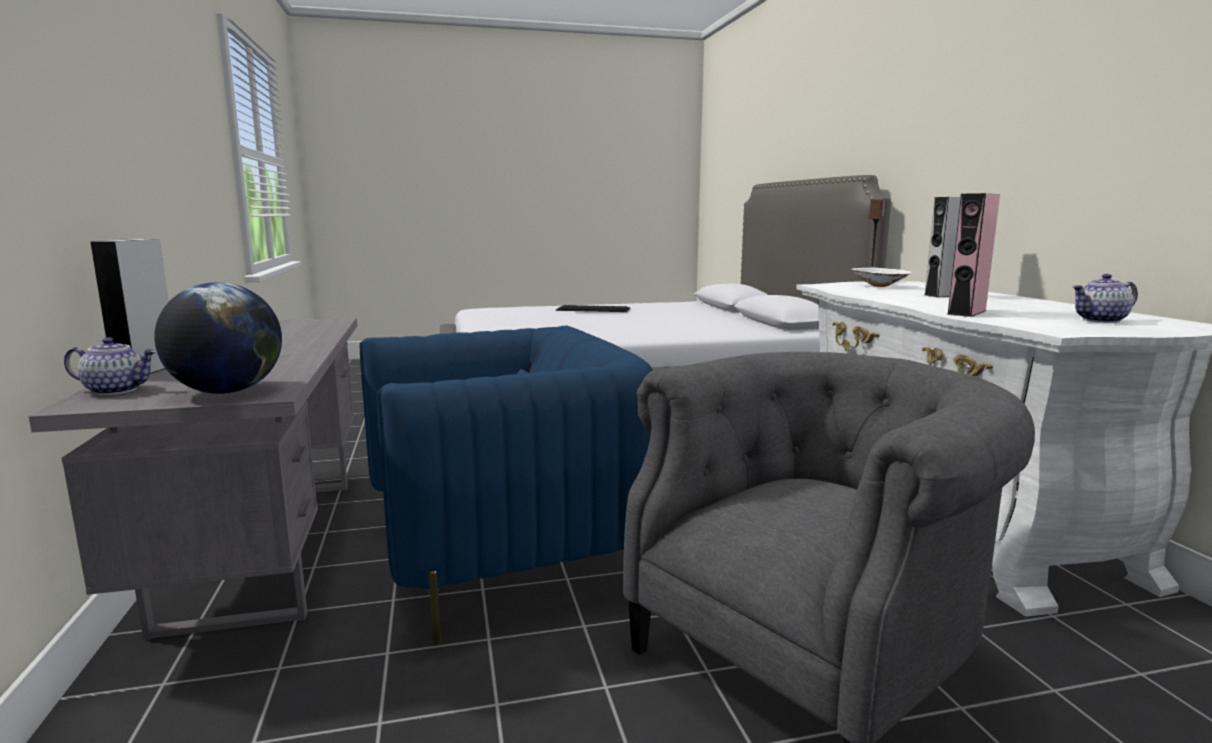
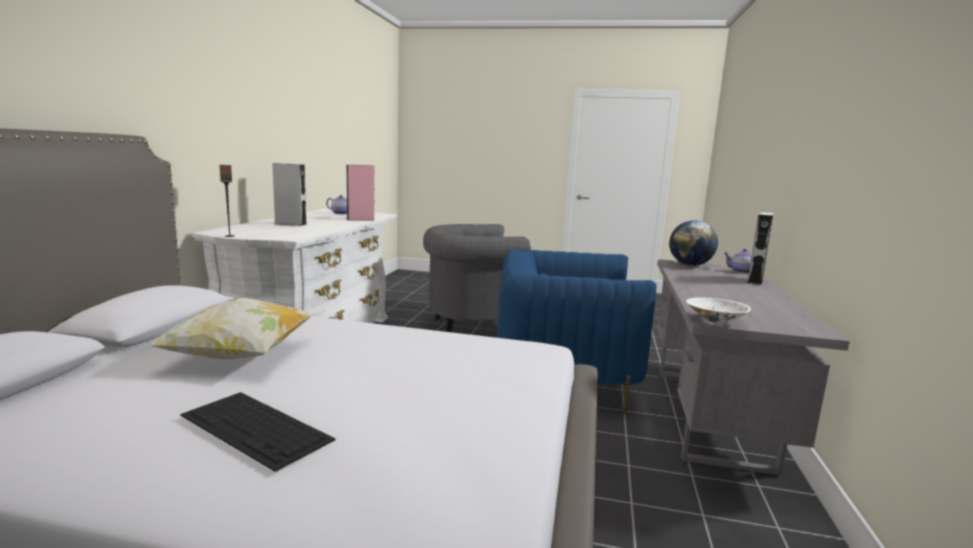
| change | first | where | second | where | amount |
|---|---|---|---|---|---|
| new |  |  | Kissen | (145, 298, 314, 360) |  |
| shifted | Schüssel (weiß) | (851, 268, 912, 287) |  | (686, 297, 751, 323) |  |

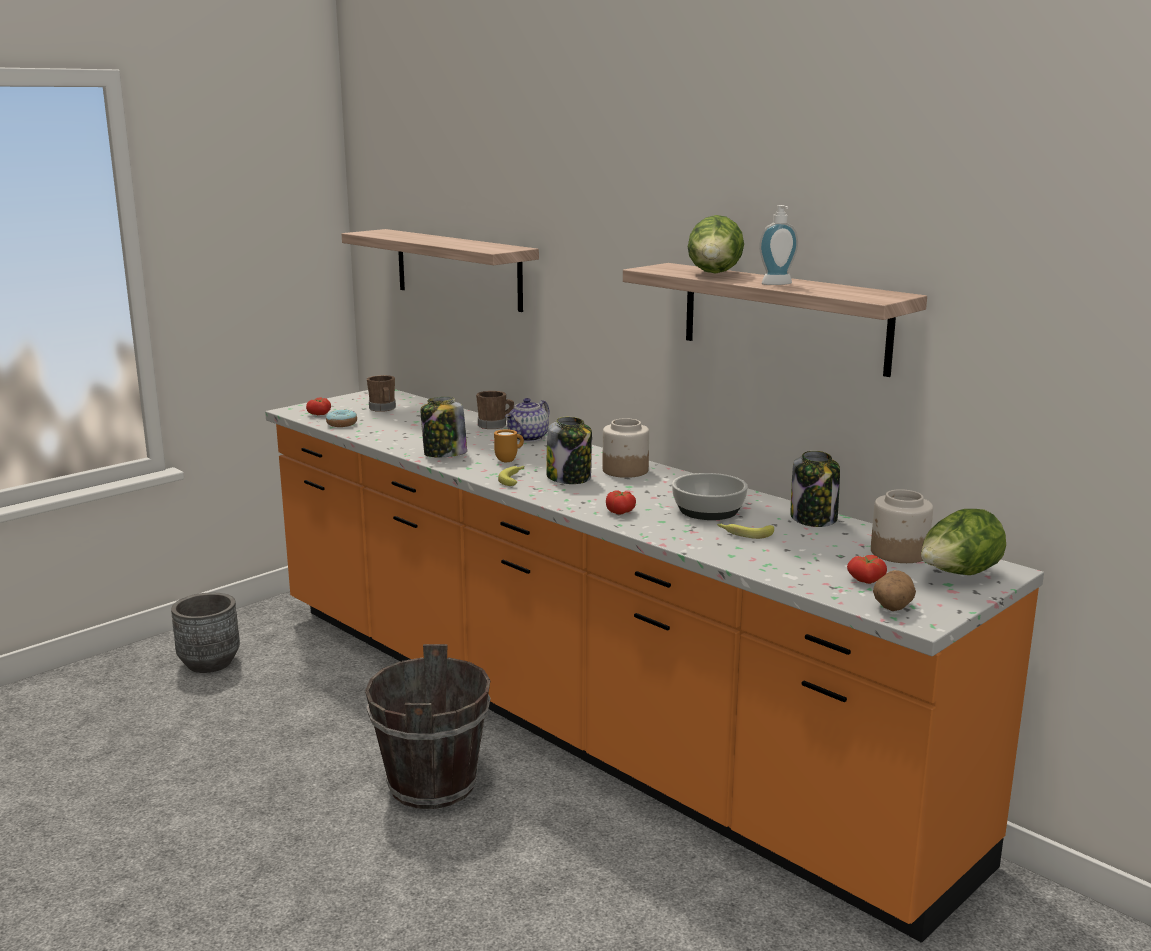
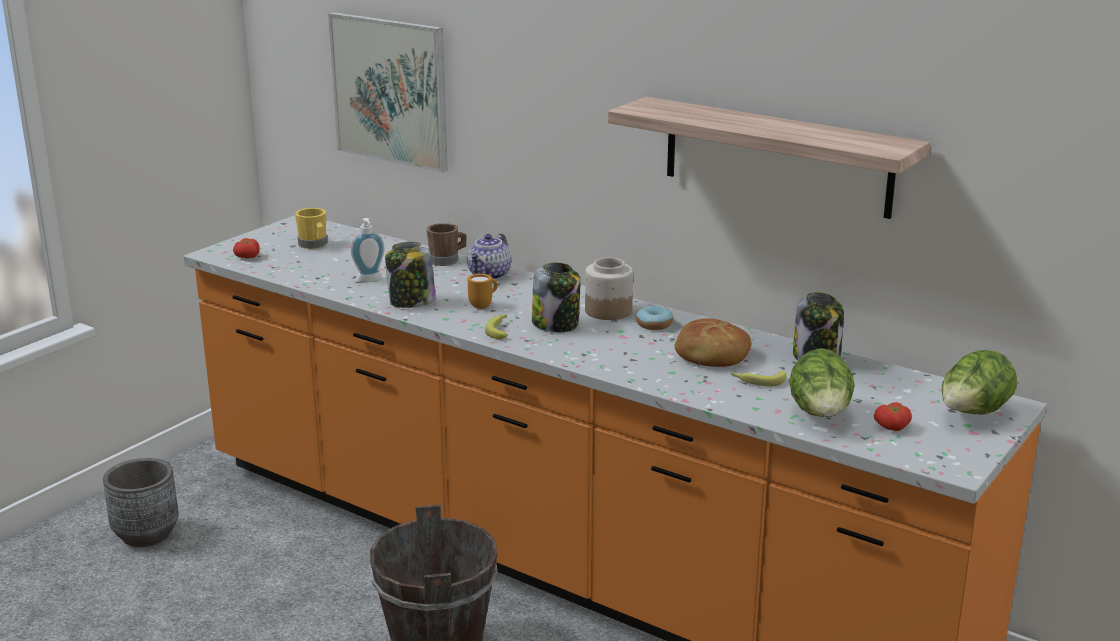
| change | first | where | second | where | amount |
|---|---|---|---|---|---|
| repainted | Henkelbecher (braun) | (367, 375, 396, 412) | Henkelbecher (gelb) | (295, 208, 328, 249) |  |
| swapped | Wandregal | (342, 229, 539, 312) | Bild | (328, 12, 448, 173) |  |
| shifted | Seifenspender | (759, 205, 798, 285) |  | (351, 218, 384, 283) |  |
| shifted | Donut | (326, 409, 357, 427) |  | (636, 306, 673, 330) |  |
| swapped | Schüssel | (672, 473, 748, 520) | Brot | (674, 318, 752, 367) |  |
| shifted | Salatkopf | (688, 215, 744, 274) |  | (789, 348, 855, 417) |  |
| gone | Tomate | (606, 490, 636, 515) |  |  |  |
| gone | Vorratsglas | (871, 489, 933, 563) |  |  |  |
| gone | Kartoffel | (873, 570, 916, 611) |  |  |  |

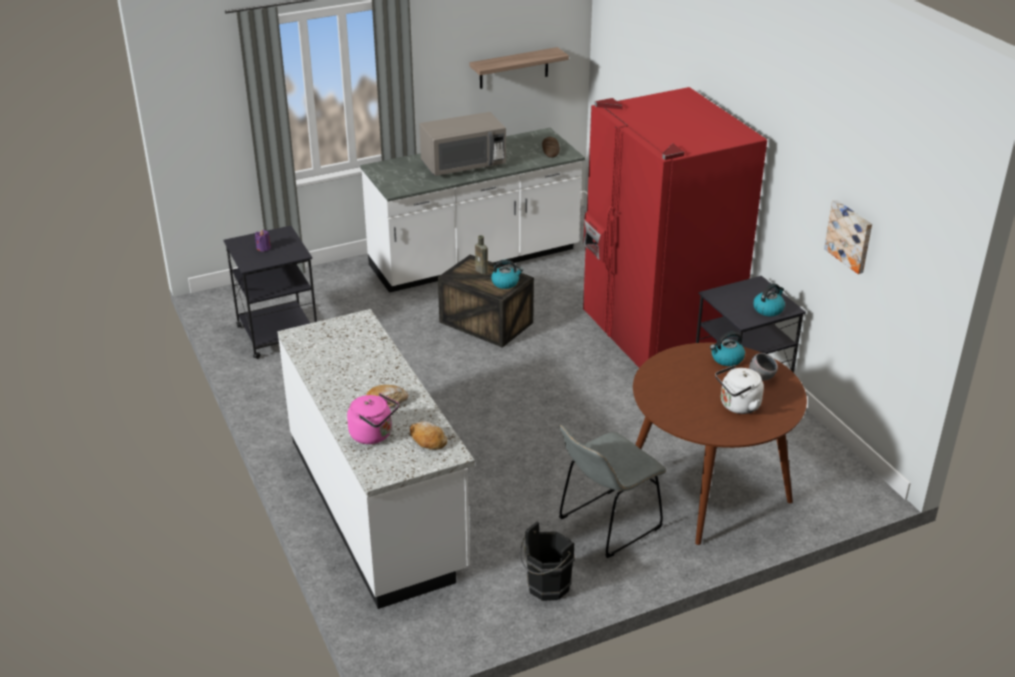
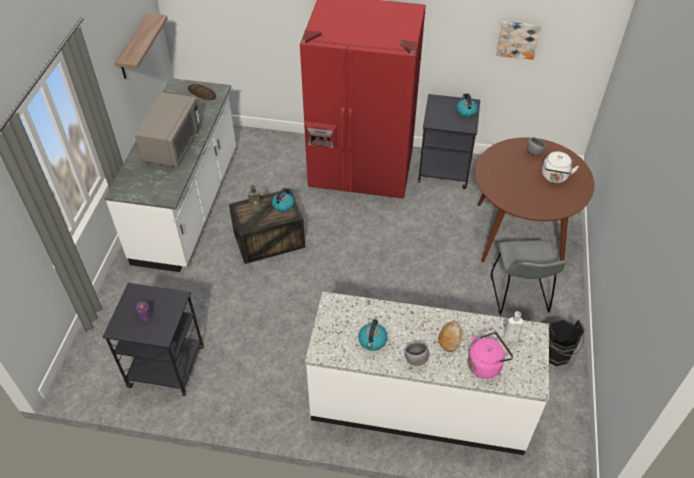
| change | first | where | second | where | amount |
|---|---|---|---|---|---|
| shifted | Wasserkessel | (710, 332, 745, 366) |  | (358, 319, 388, 351) |  |
| new |  |  | Schüssel (grau) | (405, 342, 429, 366) |  |
| swapped | Brot | (410, 421, 447, 450) | Flasche (weiß) | (504, 311, 524, 342) |  |

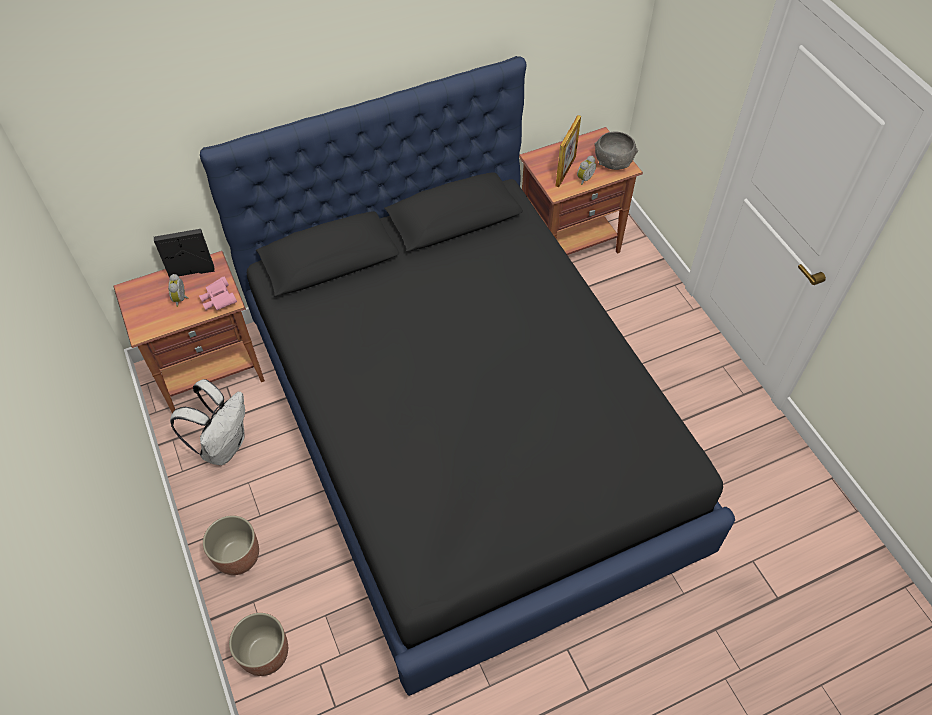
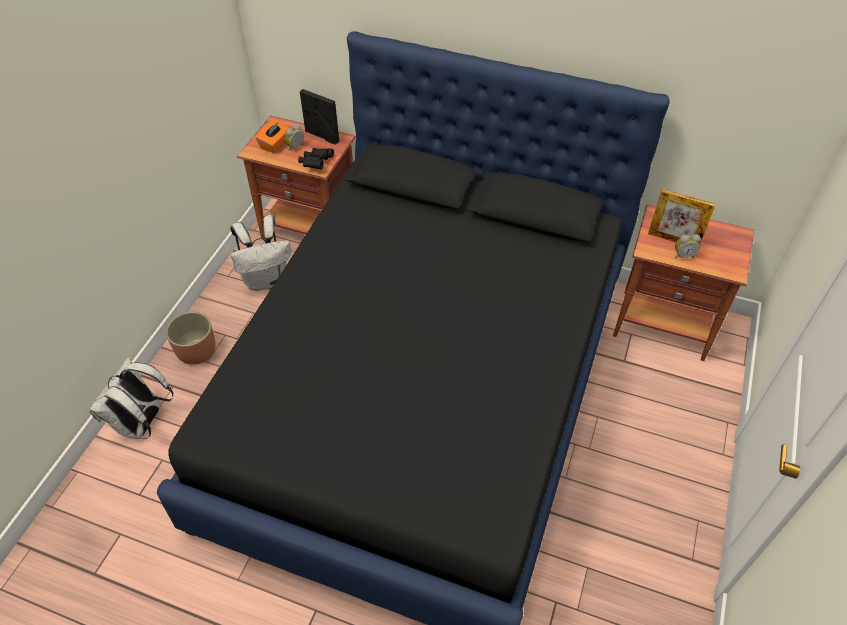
| change | first | where | second | where | amount |
|---|---|---|---|---|---|
| swapped | Pflanzkübel | (229, 613, 288, 676) | Rucksack (weiß) | (89, 357, 173, 439) |  |
| new |  |  | Taschentuchbox (orange) | (255, 119, 290, 153) |  |
| repainted | Fernglas (rosa) | (199, 276, 237, 311) | Fernglas (schwarz) | (298, 148, 334, 169) |  |
| rotated | Bilderrahmen | (556, 115, 581, 187) |  | (648, 189, 716, 245) | 45 degrees clockwise |
| gone | Schüssel (grau) | (594, 131, 638, 170) |  |  |  |

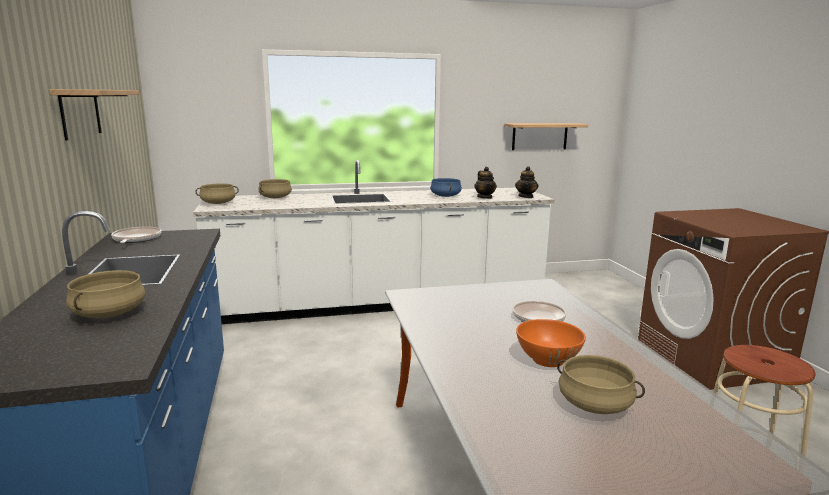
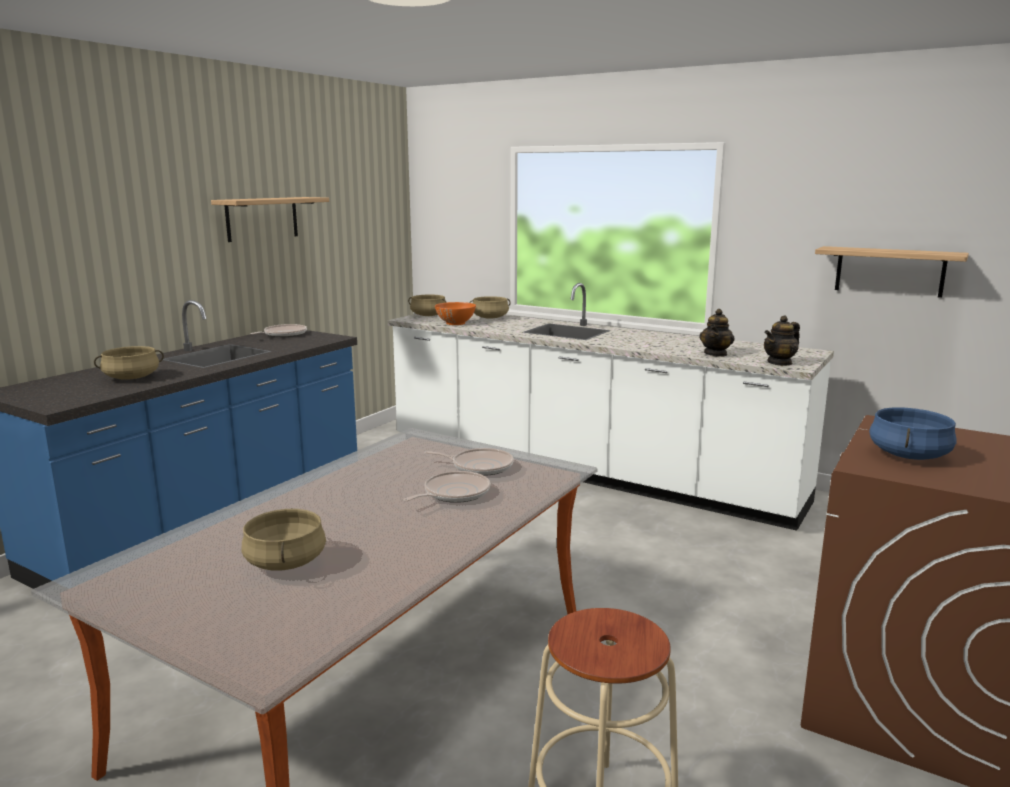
| change | first | where | second | where | amount |
|---|---|---|---|---|---|
| new |  |  | Pfanne | (424, 448, 514, 476) |  |
| shifted | Schüssel (orange) | (516, 319, 586, 367) |  | (435, 302, 476, 325) |  |
| shifted | Kochtopf (blau) | (430, 178, 462, 197) |  | (869, 407, 957, 460) |  |

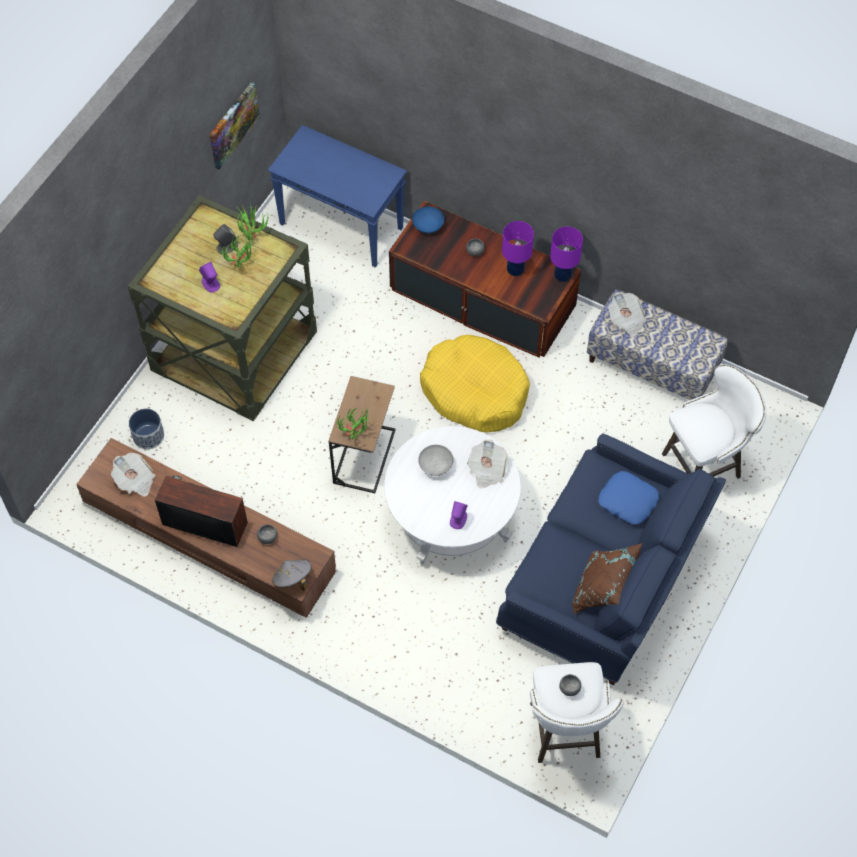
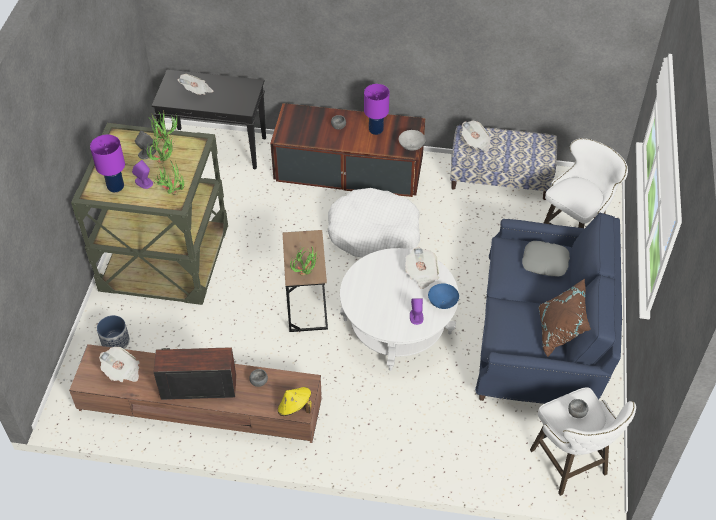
| change | first | where | second | where | amount |
|---|---|---|---|---|---|
| shifted | Tischlampe (lila) | (550, 227, 583, 282) |  | (90, 135, 125, 193) |  |
| repainted | Konsolentisch (blau) | (268, 125, 407, 268) | Konsolentisch (schwarz) | (152, 70, 266, 169) |  |
| new |  |  | Topfpflanze | (152, 160, 185, 195) |  |
| new |  |  | Zeitung | (177, 74, 214, 95) |  |
| repainted | Hut (grau) | (272, 559, 312, 591) | Hut (gelb) | (278, 387, 312, 416) |  |
| repainted | Hundebett (gelb) | (420, 335, 530, 432) | Hundebett (weiß) | (327, 188, 420, 258) |  |
| shifted | Schüssel (grau) | (418, 445, 454, 476) |  | (399, 130, 426, 151) |  |
| shifted | Schüssel (blau) | (412, 206, 444, 233) |  | (428, 283, 459, 309) |  |
| repainted | Kissen (blau) | (598, 471, 659, 524) | Kissen (grau) | (522, 241, 570, 277) |  |
| gone | Bild | (210, 82, 260, 169) |  |  |  |

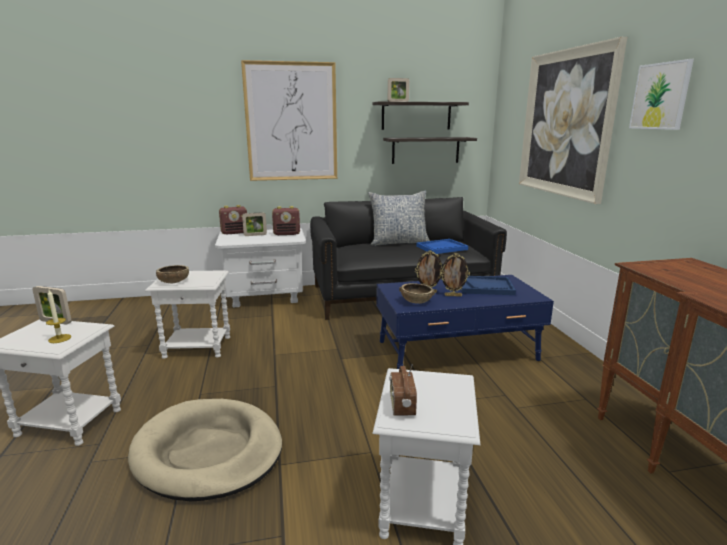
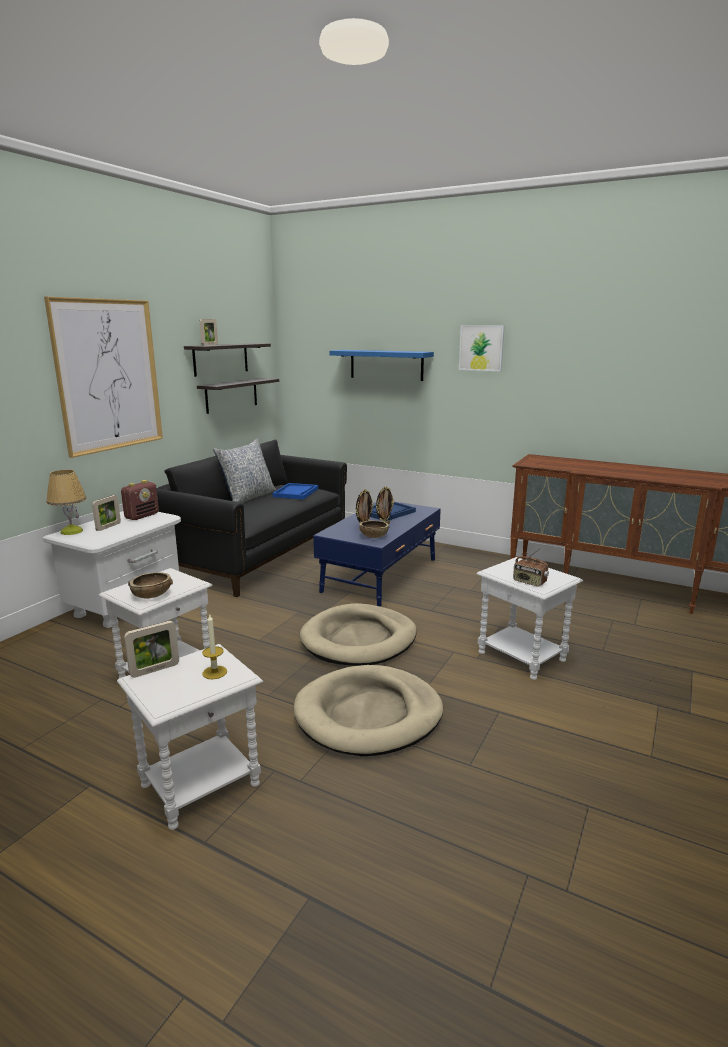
| change | first | where | second | where | amount |
|---|---|---|---|---|---|
| swapped | Radio | (219, 205, 247, 235) | Tischlampe | (46, 470, 87, 535) |  |
| new |  |  | Hundebett (beige) | (299, 603, 417, 666) |  |
| swapped | Bild | (519, 37, 627, 204) | Wandregal (blau) | (329, 350, 434, 381) |  |

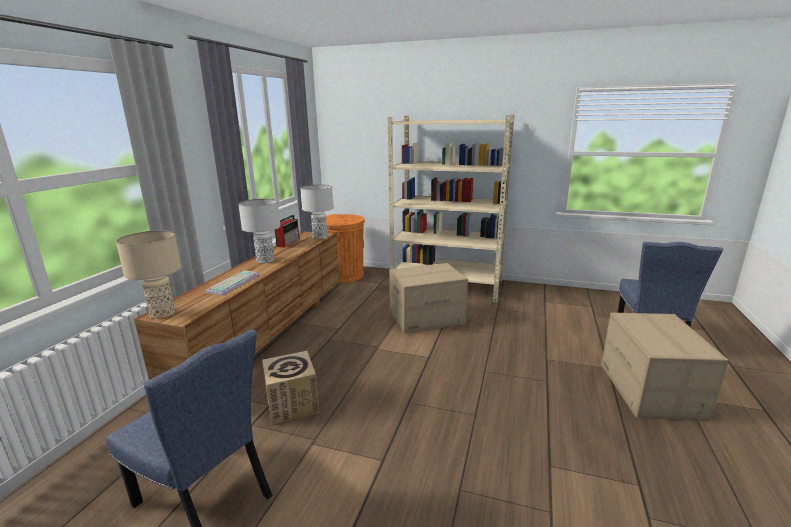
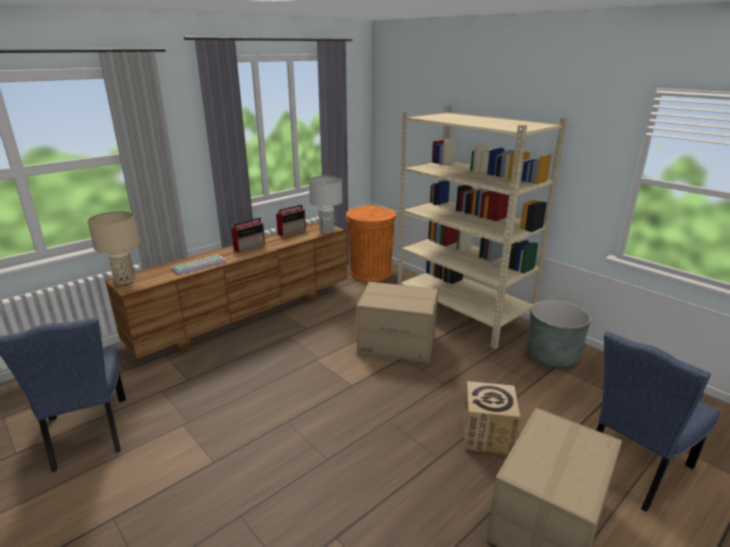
| change | first | where | second | where | amount |
|---|---|---|---|---|---|
| swapped | Tischlampe (weiß) | (239, 199, 281, 263) | Radio | (231, 218, 265, 253) |  |
| shifted | Karton | (262, 351, 319, 425) |  | (463, 381, 520, 455) |  |
| new |  |  | Pflanzkübel (grau) | (527, 300, 591, 367) |  |

